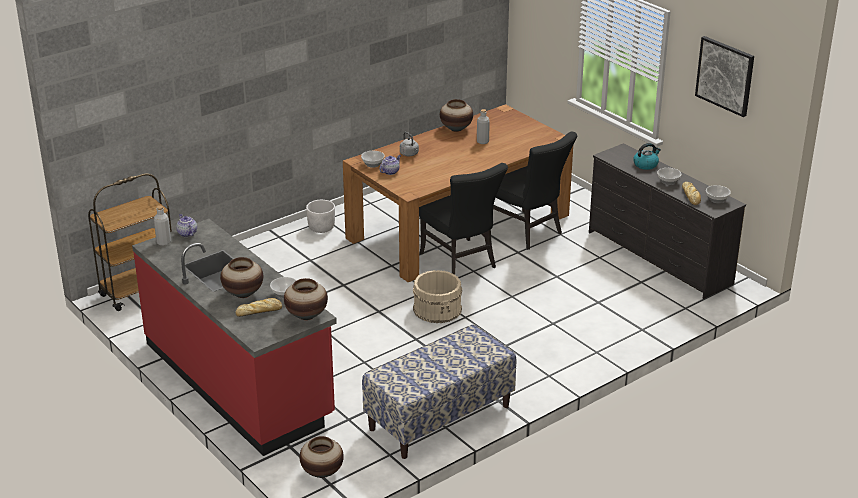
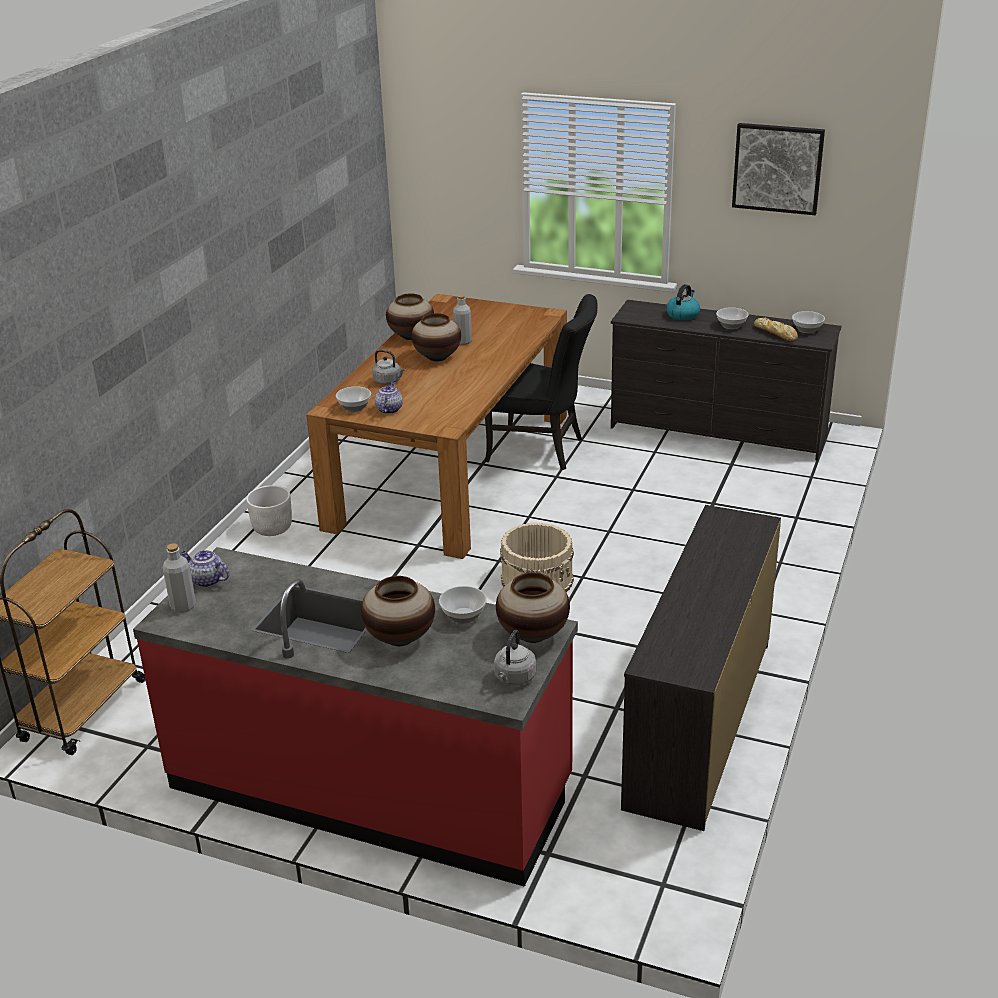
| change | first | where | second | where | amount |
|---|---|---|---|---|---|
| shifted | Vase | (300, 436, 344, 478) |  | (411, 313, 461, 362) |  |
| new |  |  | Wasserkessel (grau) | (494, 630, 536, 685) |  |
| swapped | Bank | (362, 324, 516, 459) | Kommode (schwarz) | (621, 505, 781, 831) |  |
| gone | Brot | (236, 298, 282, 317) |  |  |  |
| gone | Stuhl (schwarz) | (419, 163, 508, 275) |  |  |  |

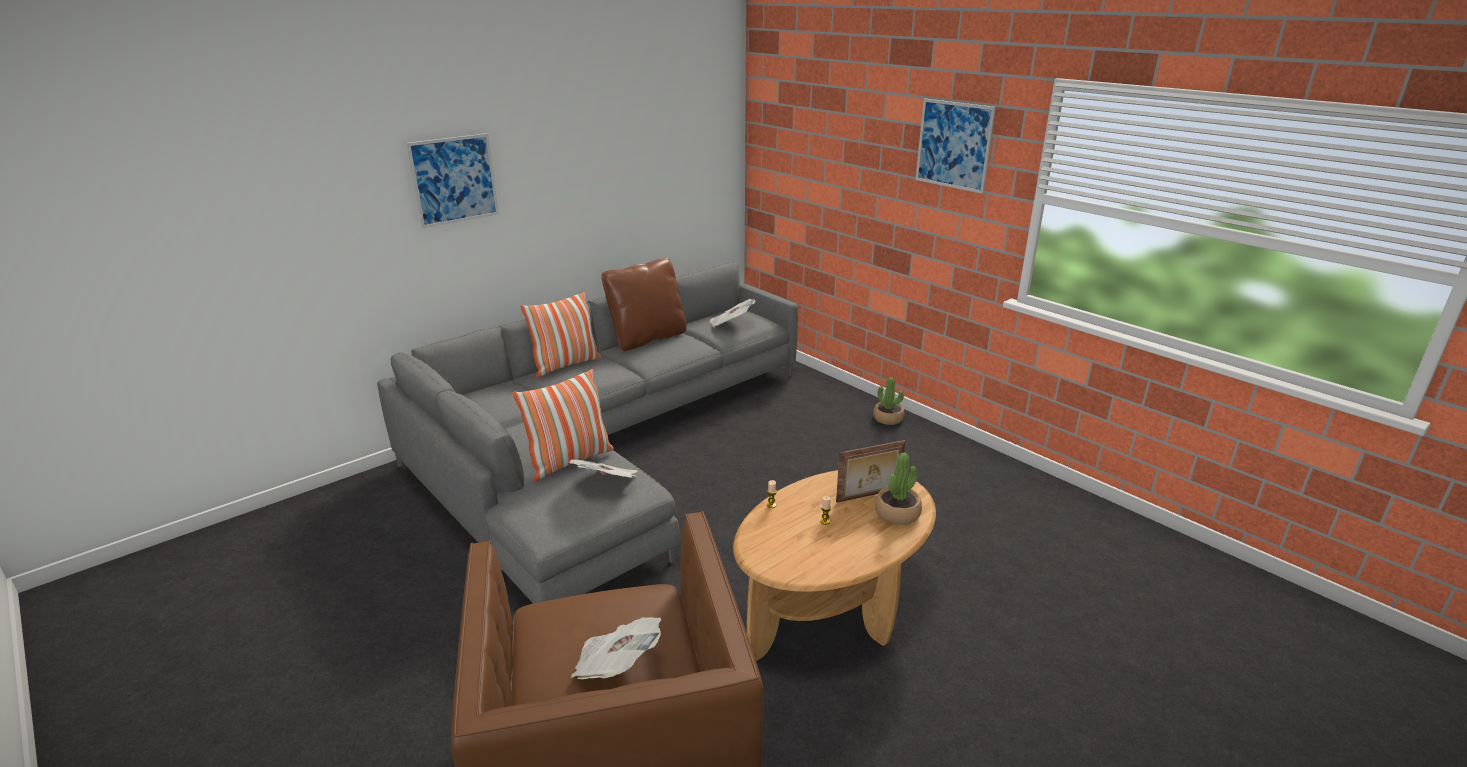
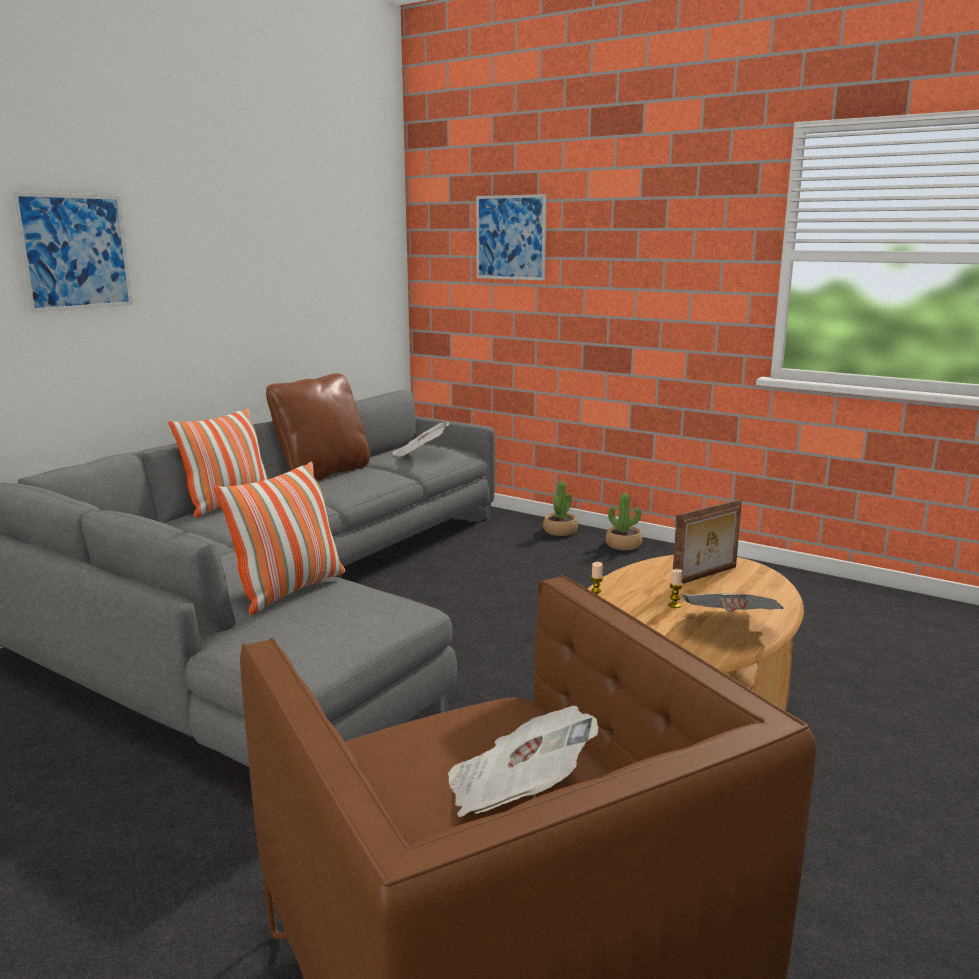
| change | first | where | second | where | amount |
|---|---|---|---|---|---|
| shifted | Bild | (915, 99, 996, 194) |  | (476, 194, 546, 280) |  |
| shifted | Topfpflanze | (875, 453, 922, 525) |  | (543, 481, 578, 536) |  |
| shifted | Zeitung | (569, 459, 638, 478) |  | (681, 593, 784, 612) |  |

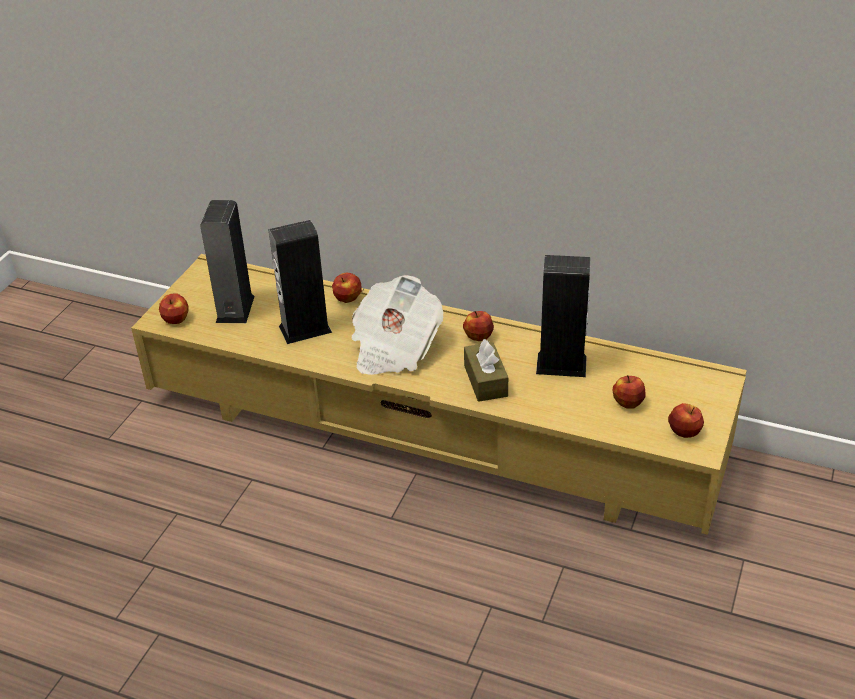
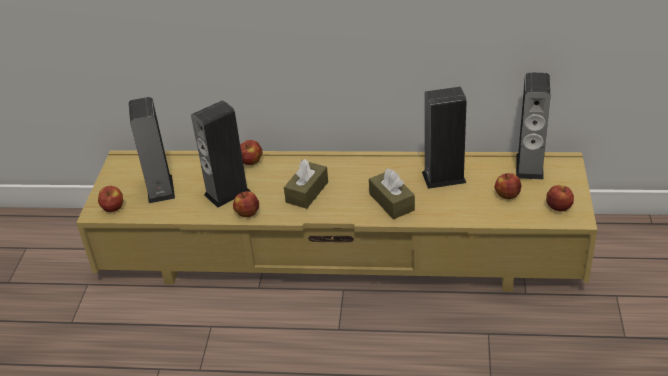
| change | first | where | second | where | amount |
|---|---|---|---|---|---|
| shifted | Apfel | (463, 311, 494, 341) |  | (233, 191, 259, 217) |  |
| swapped | Zeitung | (351, 275, 444, 375) | Taschentuchbox (braun) | (284, 159, 328, 209) |  |
| new |  |  | Lautsprecher | (516, 72, 550, 180) |  |

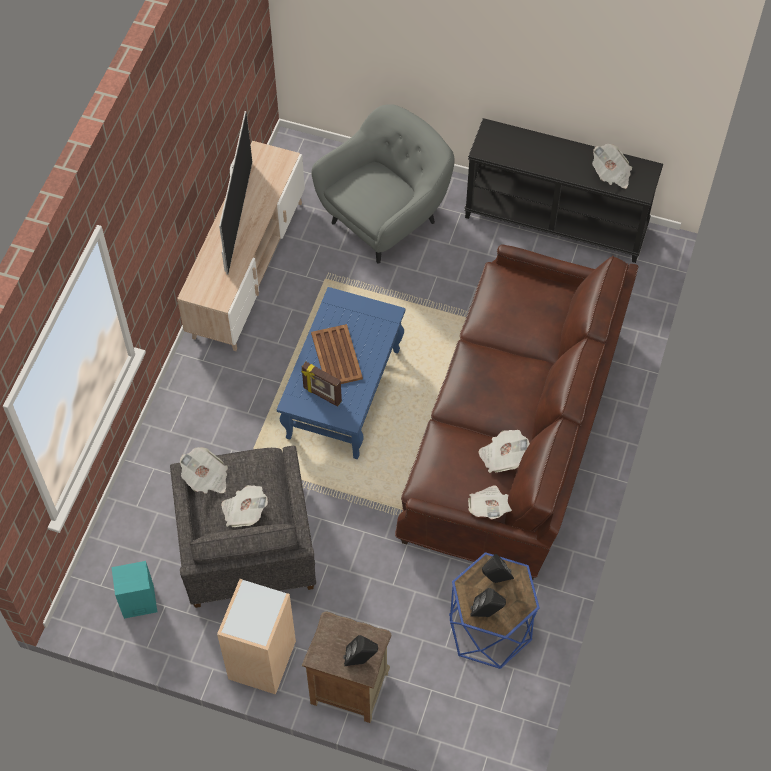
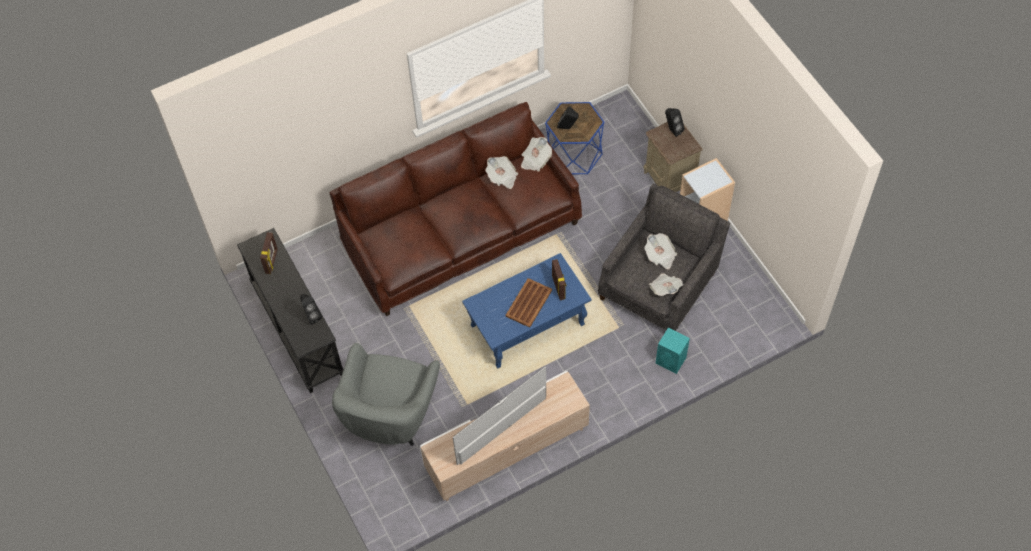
| change | first | where | second | where | amount |
|---|---|---|---|---|---|
| swapped | Zeitung | (592, 144, 632, 189) | Bilderrahmen | (260, 232, 278, 274) |  |
| shifted | Lautsprecher (schwarz) | (470, 588, 506, 617) |  | (300, 294, 322, 325) |  |
| rotated | Sessel (grau) | (311, 104, 455, 263) |  | (332, 343, 440, 446) | 75 degrees counterclockwise |
| shifted | Lautsprecher (türkis) | (111, 561, 157, 619) |  | (656, 327, 690, 374) |  |

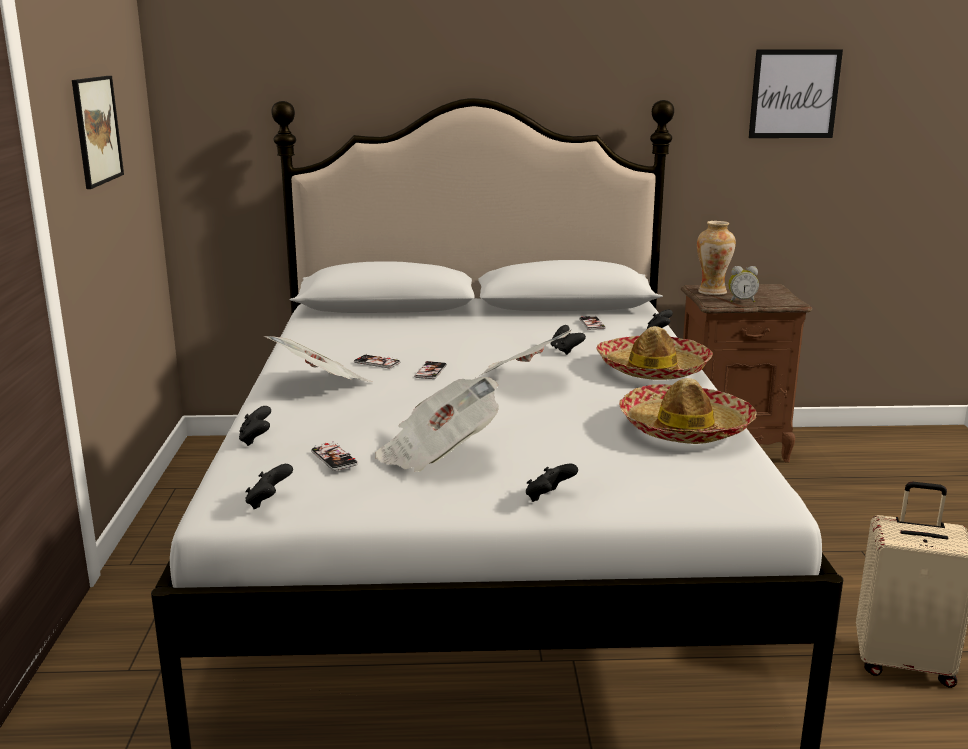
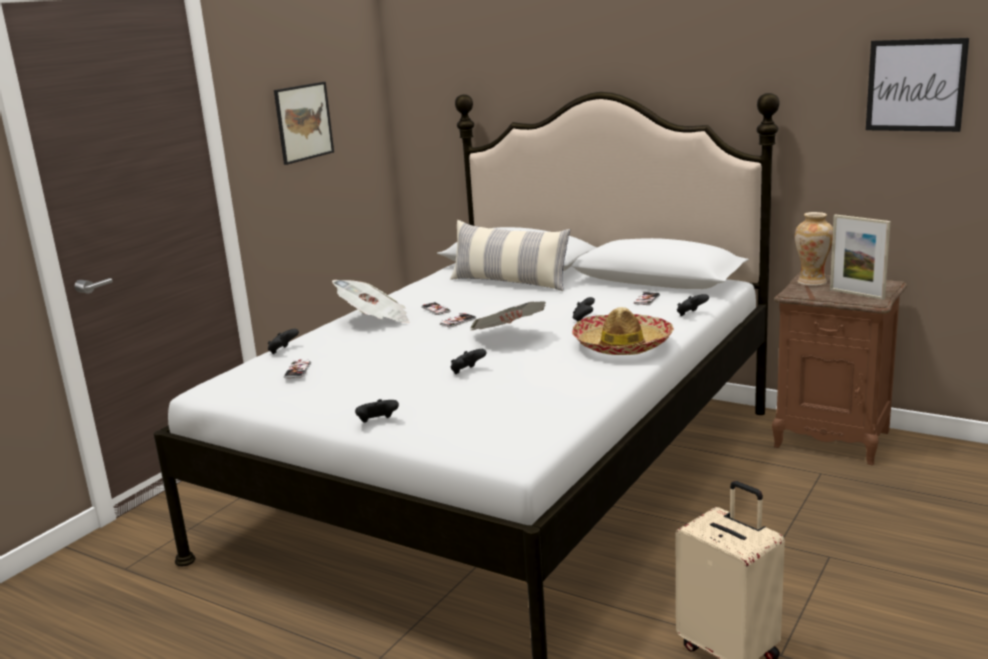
| change | first | where | second | where | amount |
|---|---|---|---|---|---|
| new |  |  | Kissen | (450, 220, 570, 291) |  |
| shifted | Gamepad (schwarz) | (245, 464, 293, 509) |  | (451, 349, 487, 374) |  |
| new |  |  | Bilderrahmen | (830, 214, 891, 300) |  |
| gone | Zeitung | (375, 377, 499, 472) |  |  |  |
| gone | Hut | (619, 378, 757, 444) |  |  |  |
| gone | Wecker | (728, 266, 759, 302) |  |  |  |

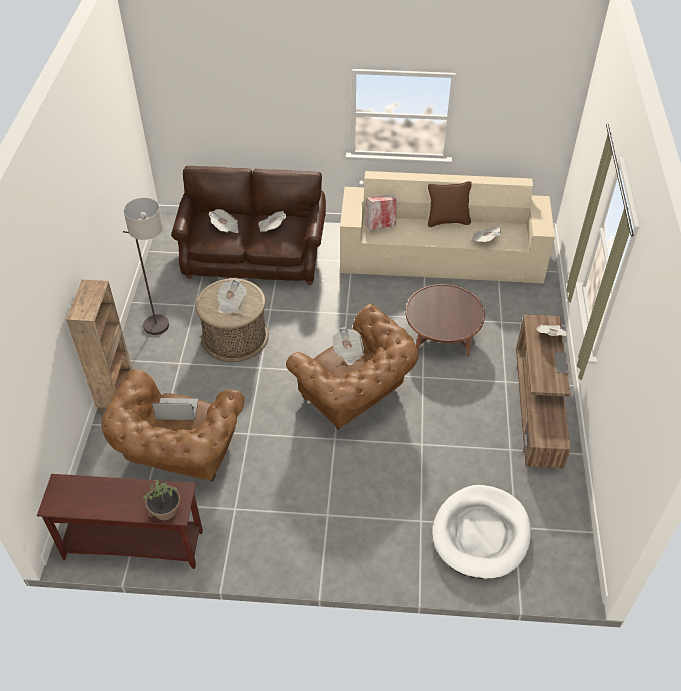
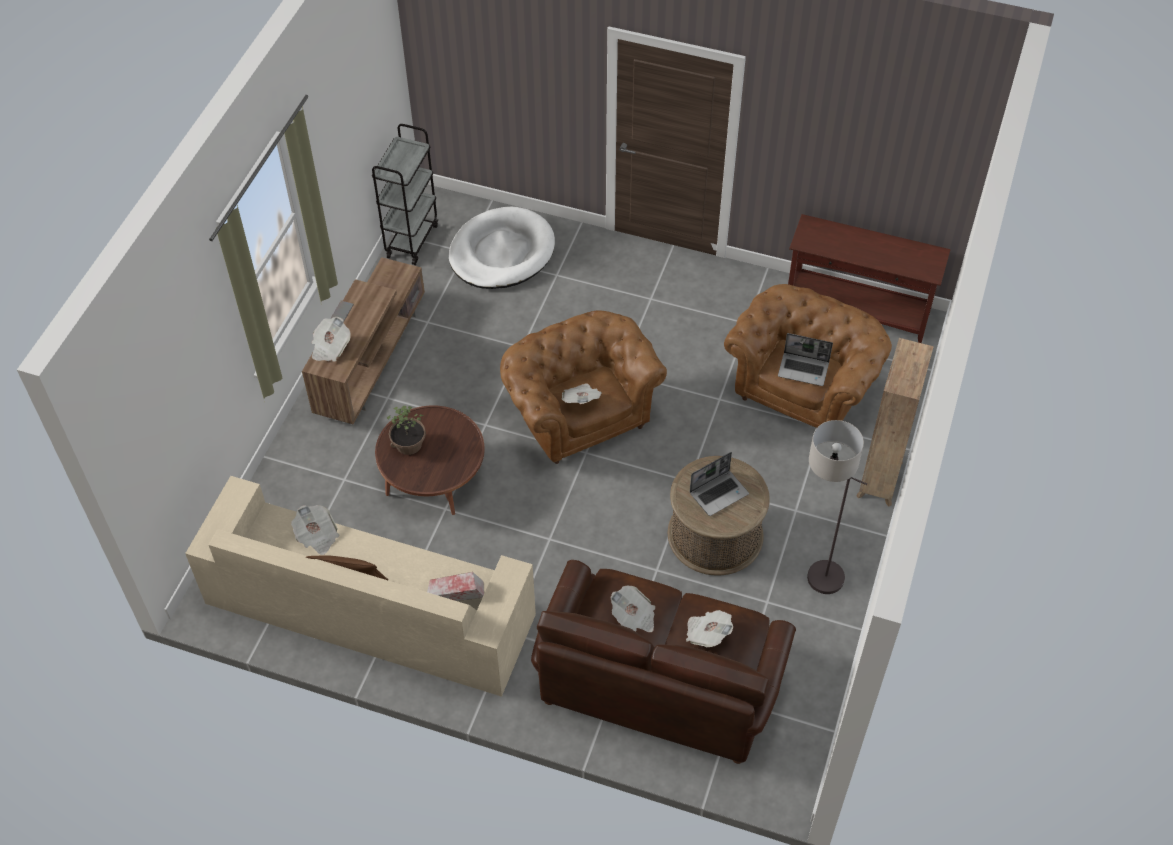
| change | first | where | second | where | amount |
|---|---|---|---|---|---|
| new |  |  | Rollwagen (grau) | (372, 124, 438, 265) |  |
| shifted | Topfpflanze | (143, 480, 180, 520) |  | (387, 406, 426, 455) |  |
| swapped | Zeitung | (217, 279, 247, 313) | Laptop | (690, 452, 749, 516) |  |

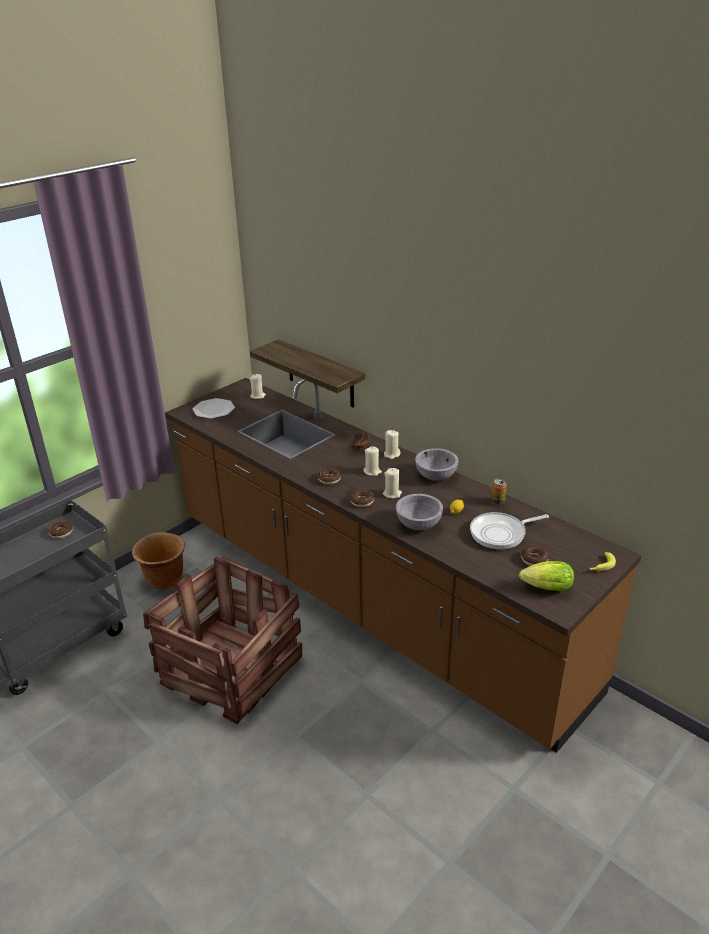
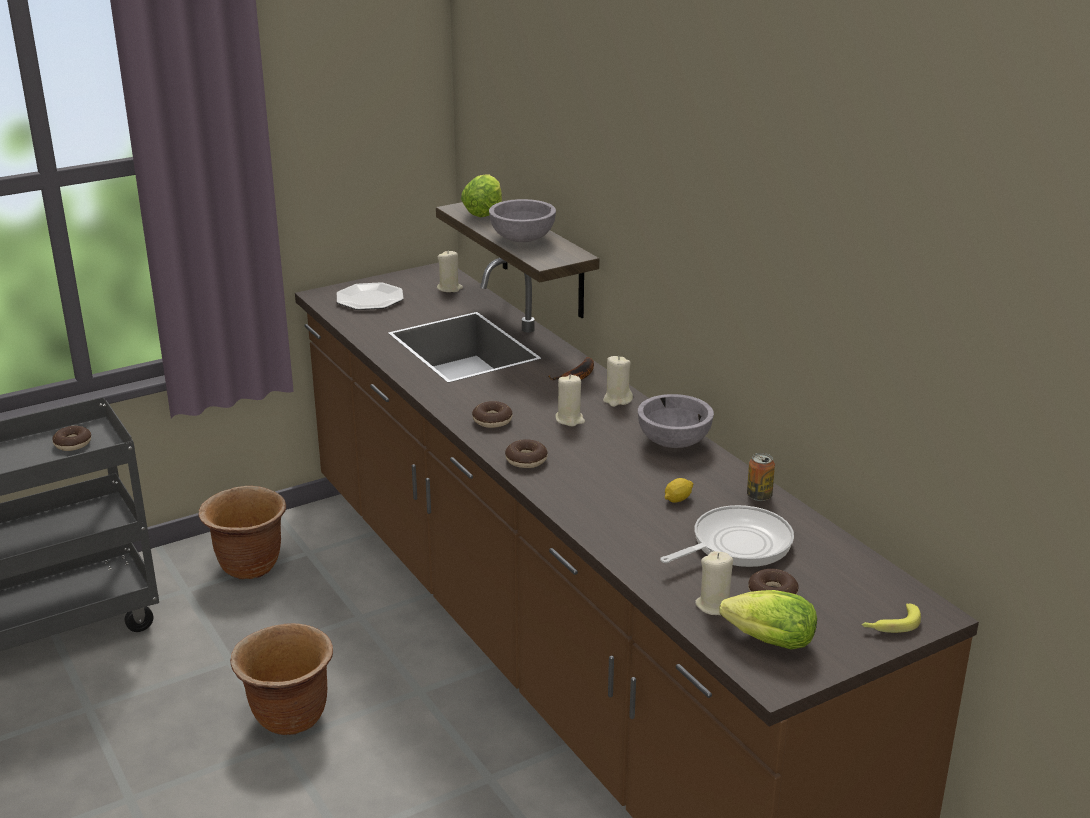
| change | first | where | second | where | amount |
|---|---|---|---|---|---|
| swapped | Kiste | (143, 557, 302, 724) | Pflanzkübel (braun) | (230, 623, 333, 735) |  |
| new |  |  | Salatkopf | (461, 174, 502, 217) |  |
| shifted | Schüssel (grau) | (396, 494, 443, 530) |  | (489, 199, 556, 242) |  |
| rotated | Pfanne | (470, 512, 549, 549) |  | (660, 505, 794, 567) | 150 degrees clockwise |
| shifted | Kerze (beige) | (383, 468, 402, 498) |  | (695, 551, 733, 616) |  |

